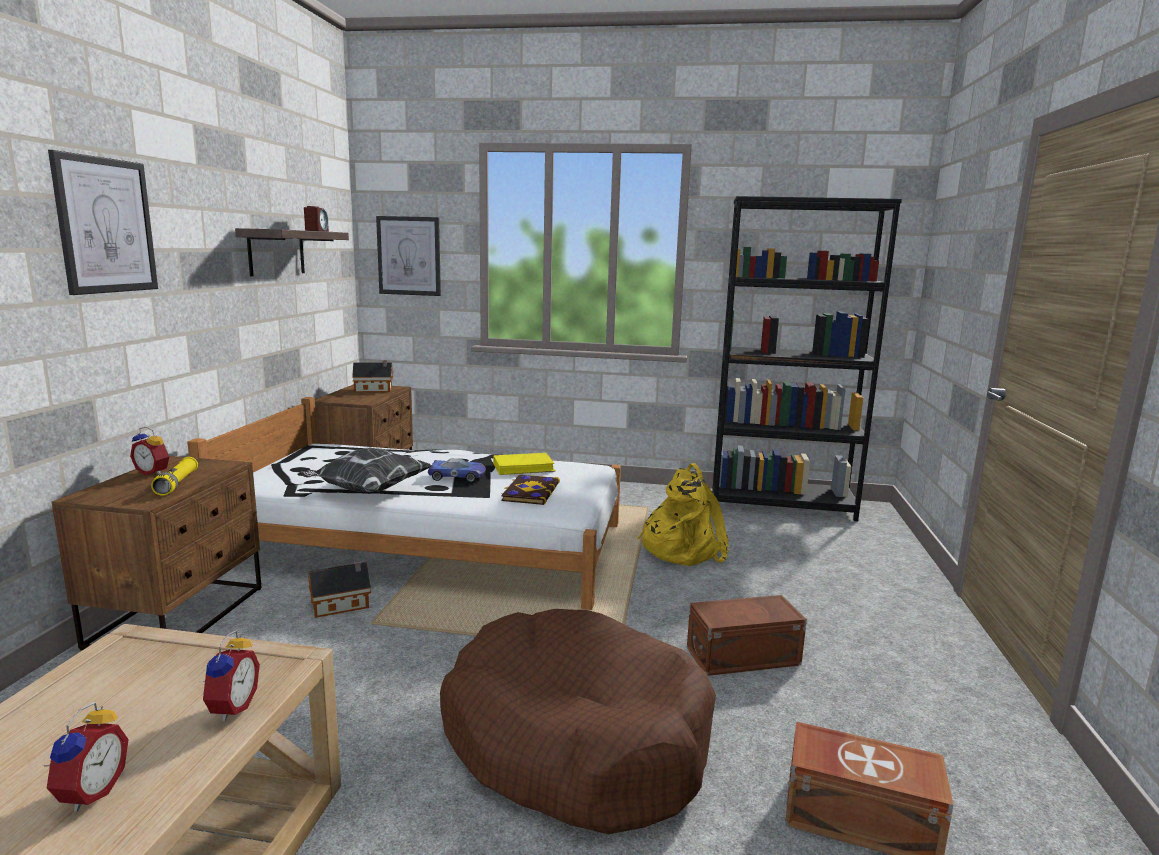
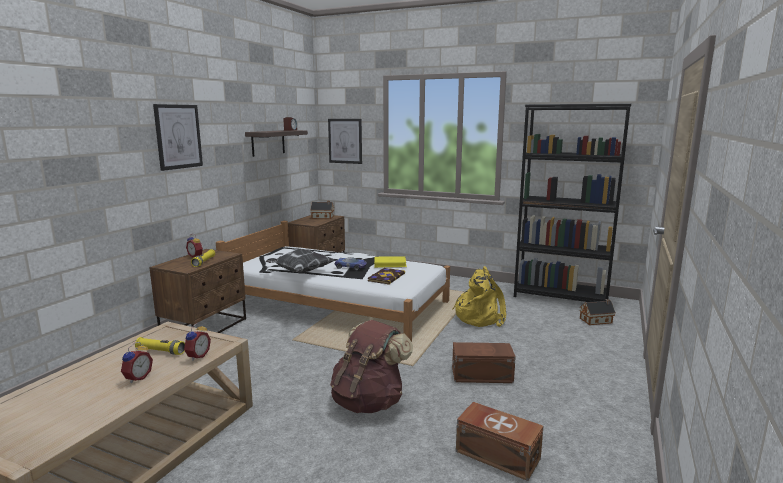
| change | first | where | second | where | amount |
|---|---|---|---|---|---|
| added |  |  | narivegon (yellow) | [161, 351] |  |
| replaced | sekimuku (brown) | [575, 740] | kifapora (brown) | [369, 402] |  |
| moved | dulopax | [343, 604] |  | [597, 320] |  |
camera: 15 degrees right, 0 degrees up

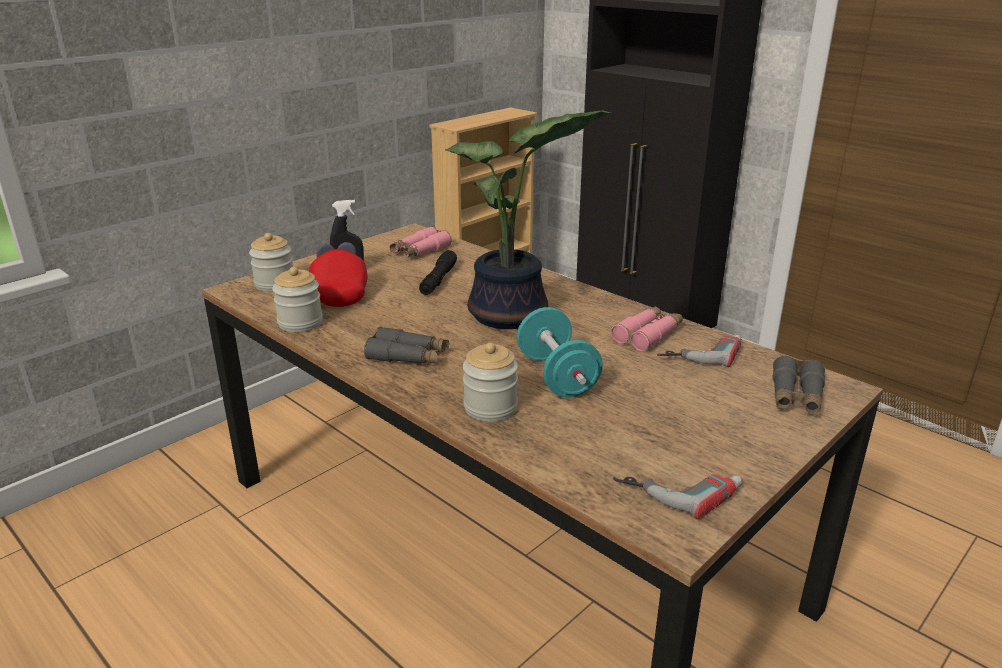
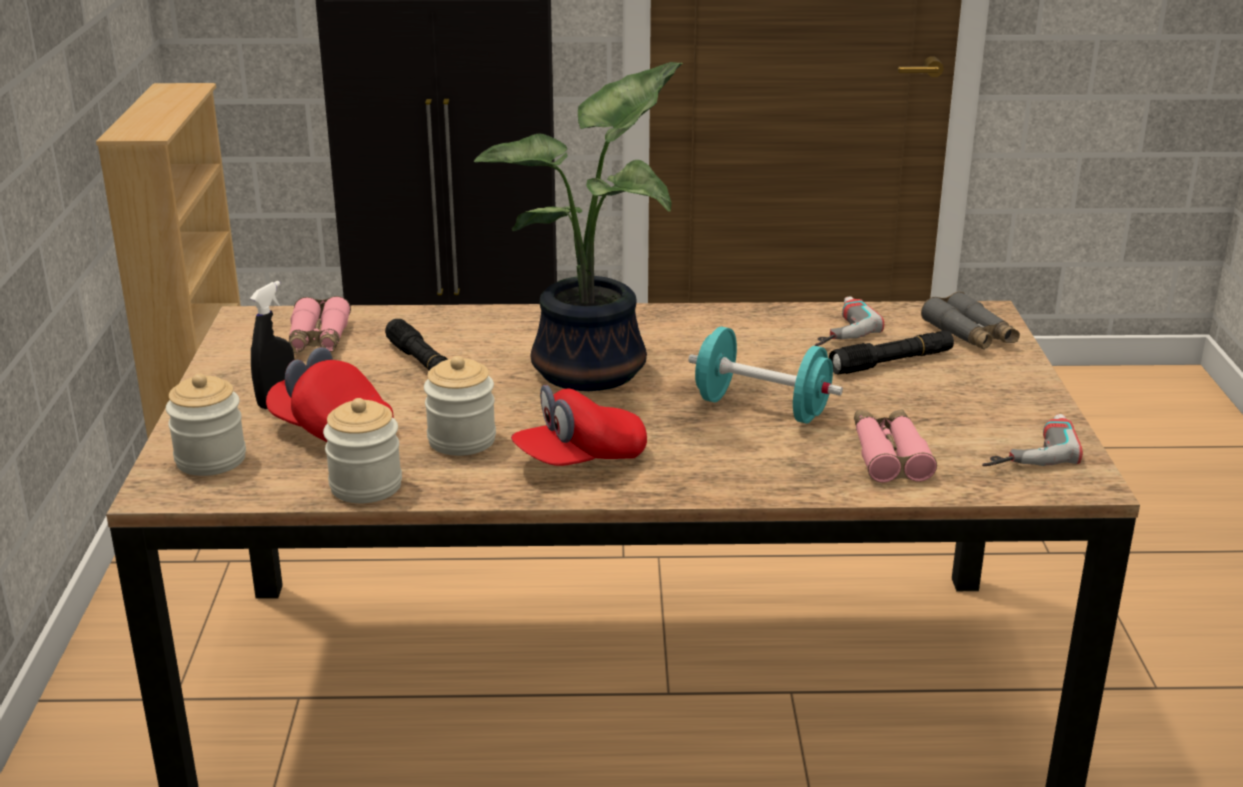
| change | first | where | second | where | amount |
|---|---|---|---|---|---|
| moved | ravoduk | [490, 408] |  | [462, 440] |  |
| replaced | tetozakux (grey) | [408, 356] | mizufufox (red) | [580, 460] |  |
| added |  |  | narivegon (black) | [891, 363] |  |
| moved | tetozakux (pink) | [648, 335] |  | [889, 455] |  |
camera: 45 degrees left, 0 degrees up

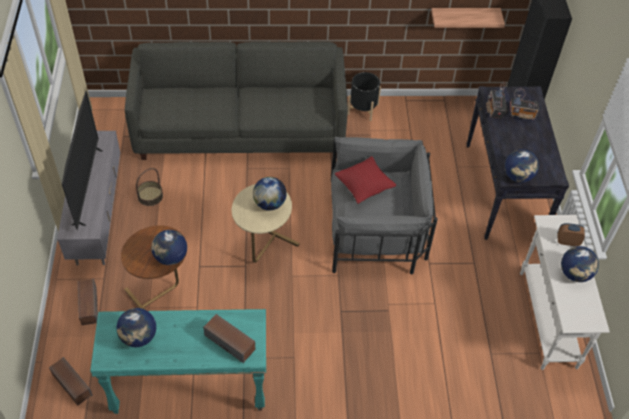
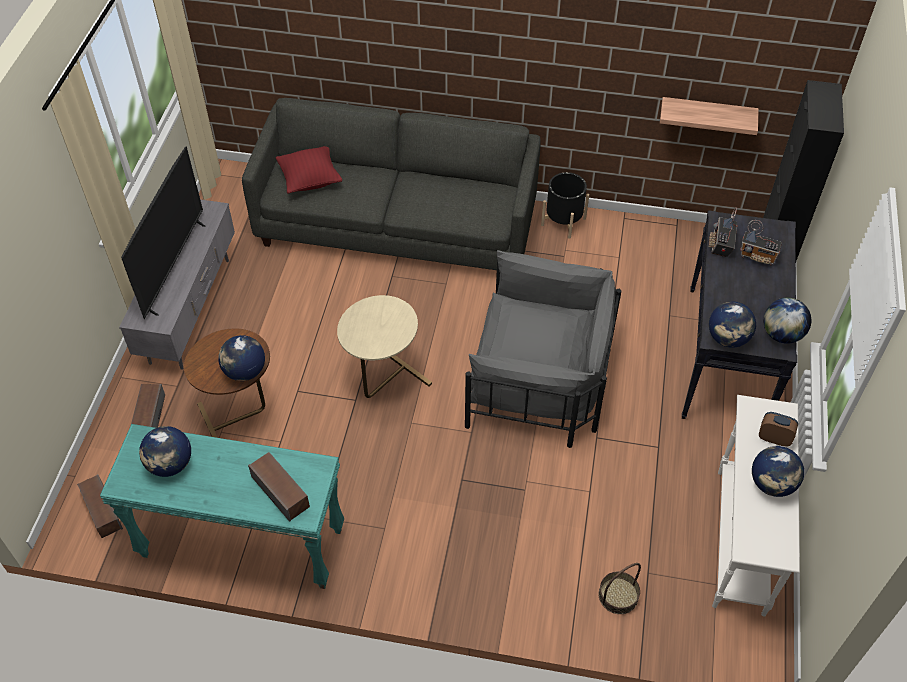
| change | first | where | second | where | amount |
|---|---|---|---|---|---|
| moved | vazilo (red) | [364, 187] |  | [310, 180] |  |
| moved | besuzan | [150, 196] |  | [618, 595] |  |
| moved | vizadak | [269, 204] |  | [781, 334] |  |
camera: 15 degrees right, 0 degrees up

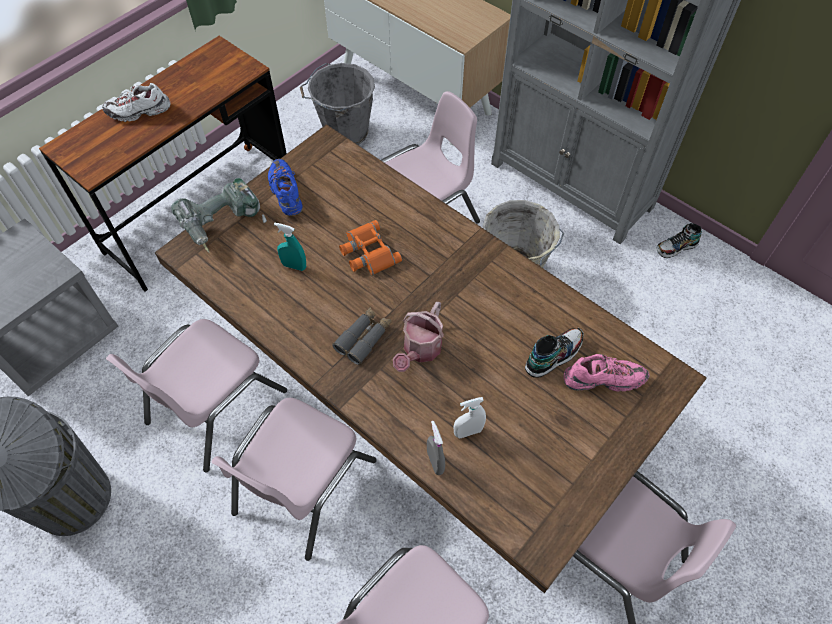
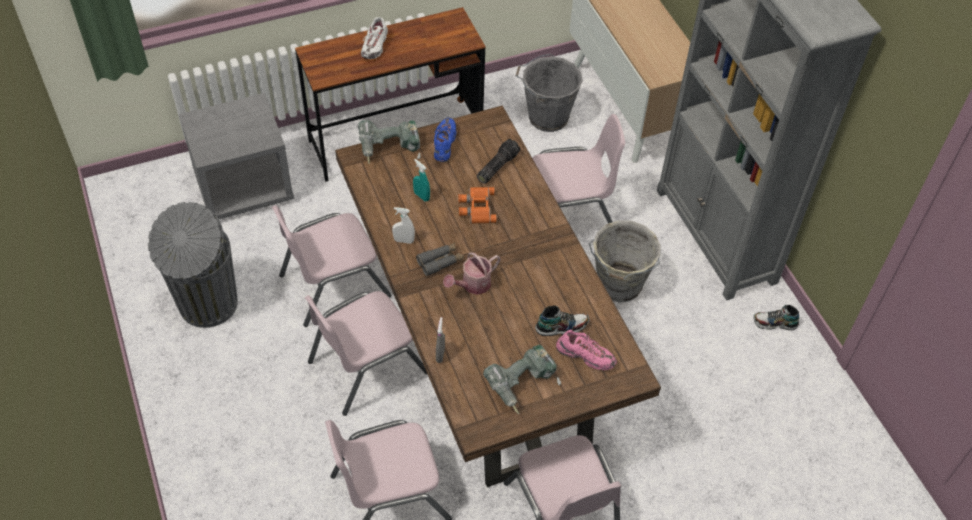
| change | first | where | second | where | amount |
|---|---|---|---|---|---|
| turned | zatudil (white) | [139, 112] |  | [375, 46] | 90 degrees counterclockwise |
| moved | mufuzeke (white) | [468, 432] |  | [404, 241] |  |
| added |  |  | narivegon | [497, 166] |  |
| added |  |  | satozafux | [523, 386] |  |
camera: 25 degrees right, 5 degrees down

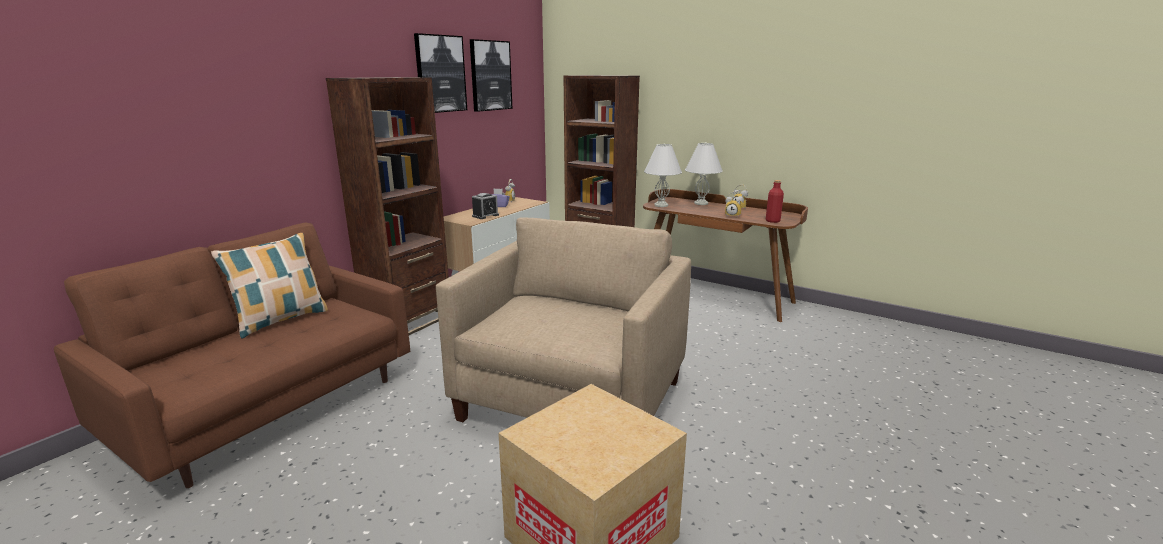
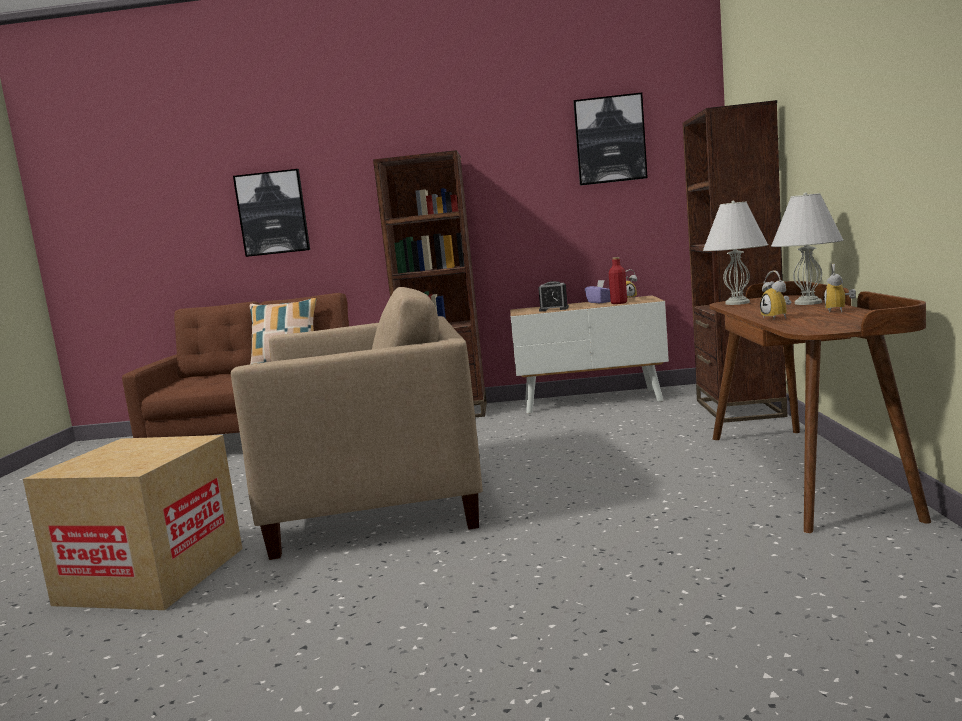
| change | first | where | second | where | amount |
|---|---|---|---|---|---|
| moved | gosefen | [440, 74] |  | [272, 213] |  |
| moved | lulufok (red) | [772, 221] |  | [619, 303] |  |
camera: 60 degrees right, 10 degrees down

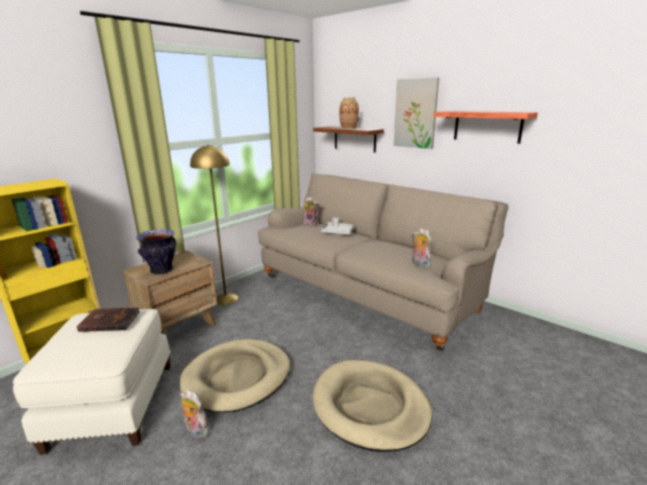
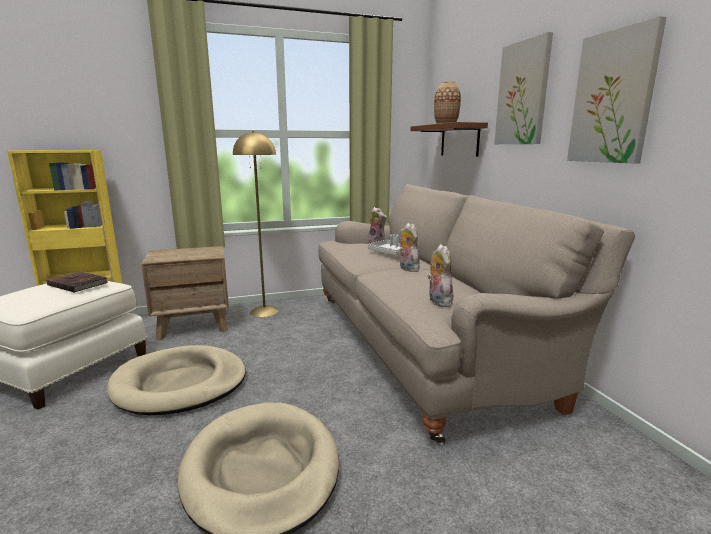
| change | first | where | second | where | amount |
|---|---|---|---|---|---|
| moved | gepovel | [196, 431] |  | [407, 269] |  |
| replaced | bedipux | [487, 126] | gosefen | [613, 98] |  |
| removed | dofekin | [162, 270] |  |  |  |
camera: 30 degrees right, 5 degrees down

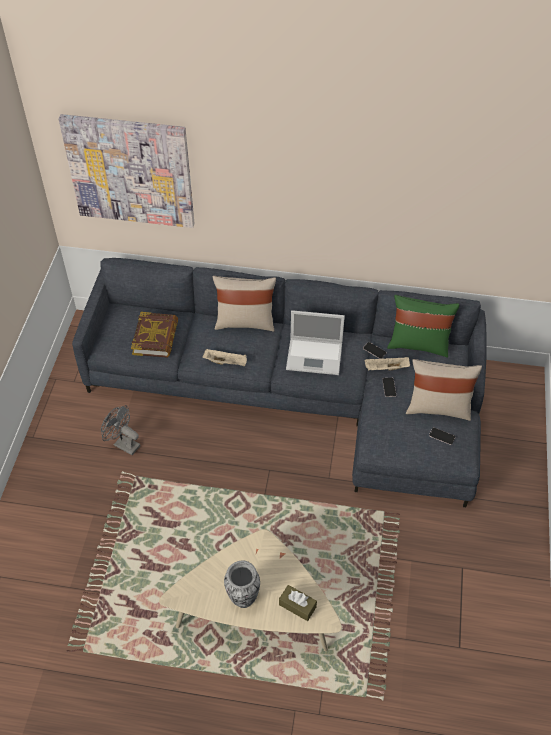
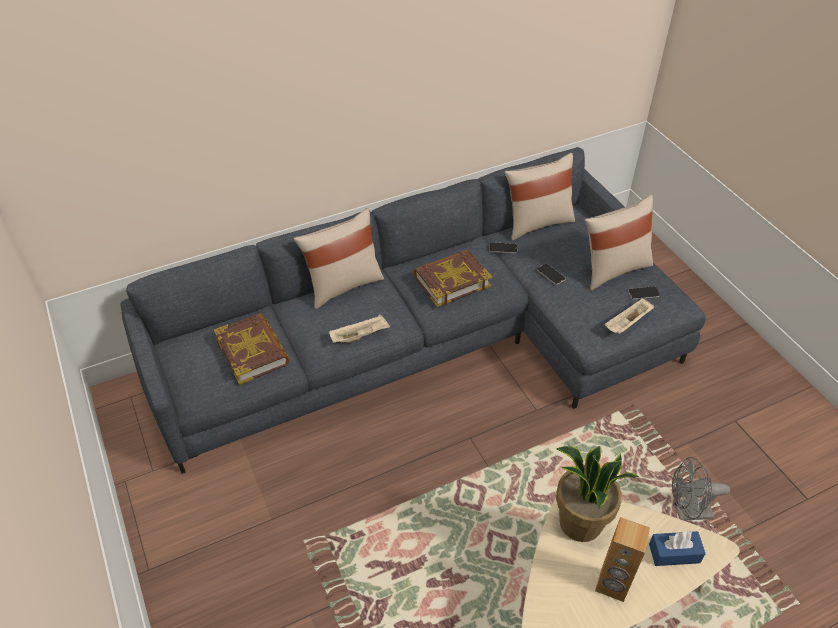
| change | first | where | second | where | amount |
|---|---|---|---|---|---|
| replaced | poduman | [315, 356] | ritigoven | [451, 281] |  |
| recoloured | vazilo (green) | [418, 344] | vazilo (beige) | [537, 223] |  |
| added |  |  | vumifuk | [580, 523] |  |
| replaced | dofekin | [243, 598] | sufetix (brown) | [612, 585] |  |
| moved | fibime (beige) | [386, 368] |  | [627, 323] |  |
| recoloured | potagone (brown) | [297, 606] | potagone (blue) | [674, 553] |  |
| moved | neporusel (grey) | [123, 444] |  | [687, 512] |  |
| removed | gosefen | [130, 171] |  |  |  |
camera: 35 degrees left, 5 degrees down

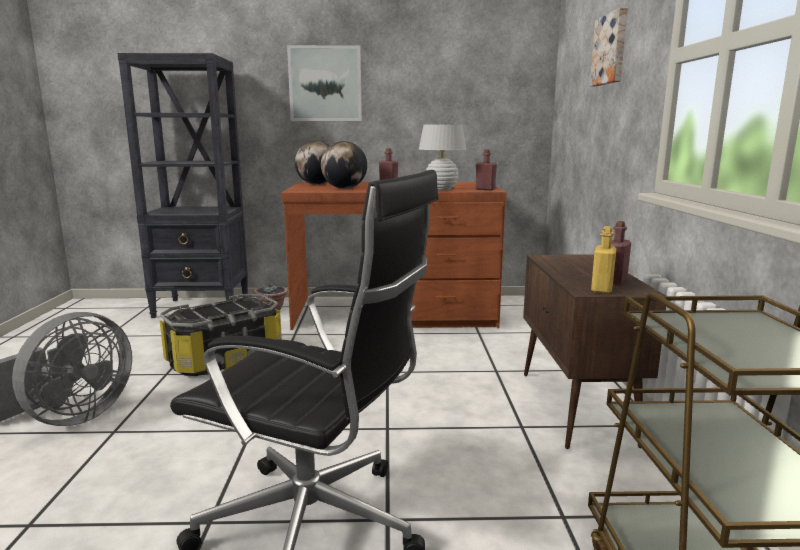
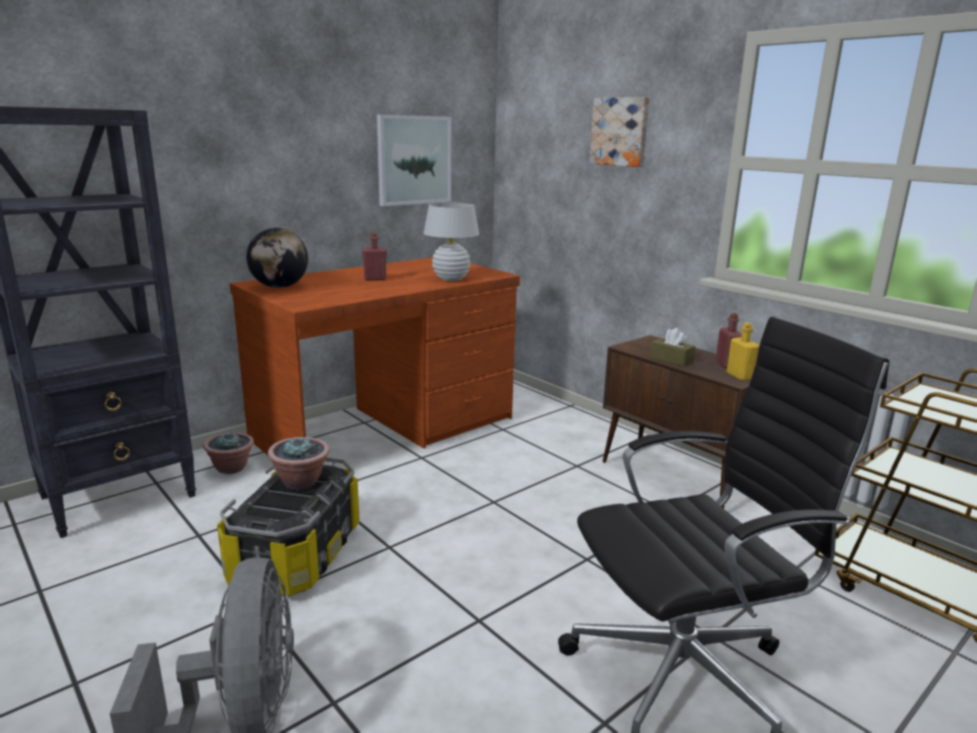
| change | first | where | second | where | amount |
|---|---|---|---|---|---|
| added |  |  | vumifuk | [301, 482] |  |
| moved | gosefen | [325, 84] |  | [414, 160] |  |
| added |  |  | potagone (brown) | [671, 359] |  |
| removed | vizadak | [344, 188] |  |  |  |
| removed | lulufok (red) | [485, 189] |  |  |  |
camera: 40 degrees left, 5 degrees up

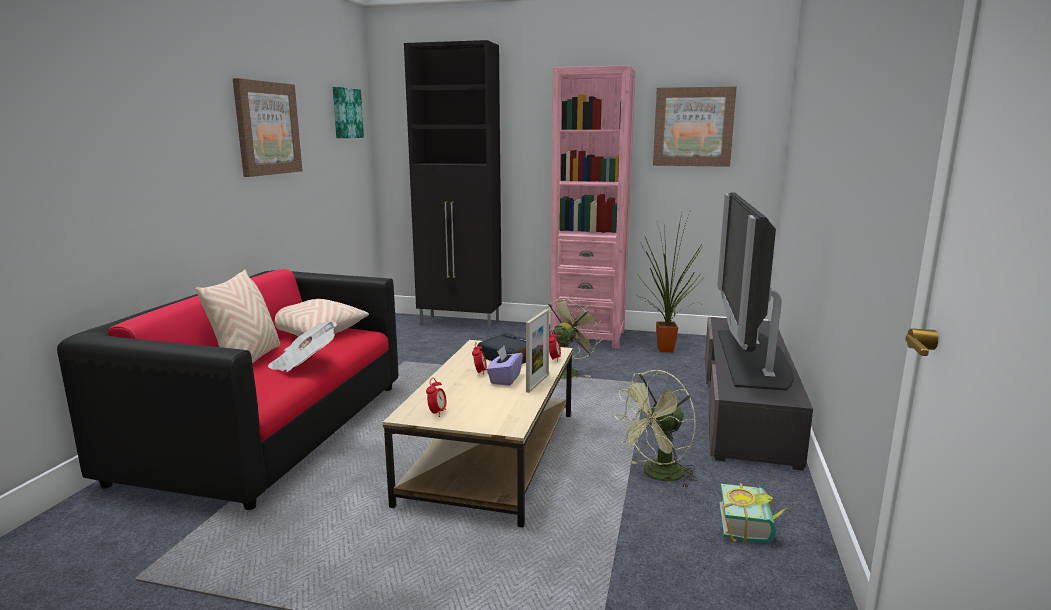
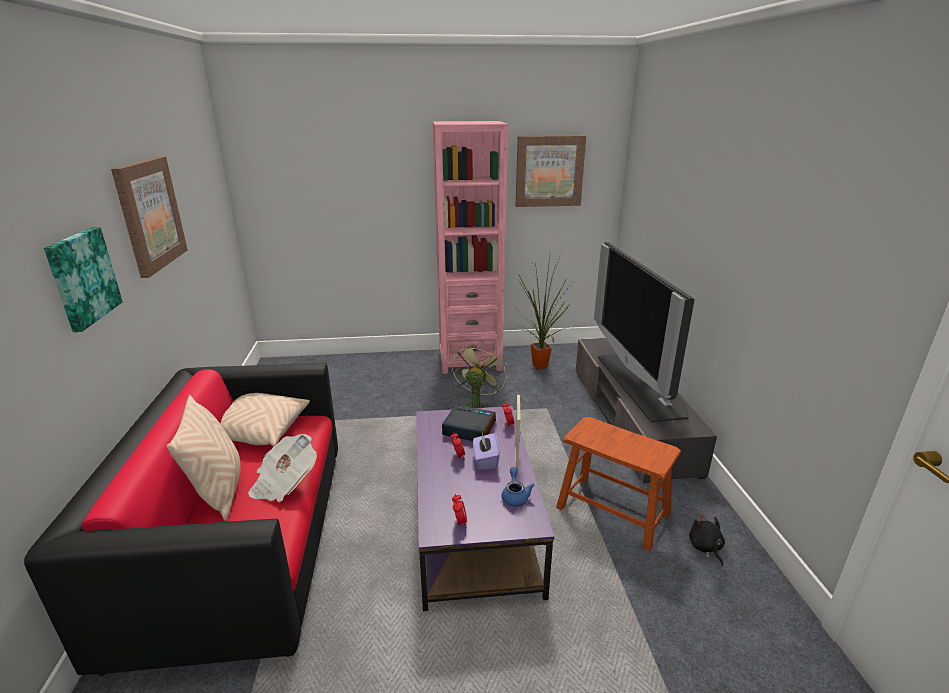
| change | first | where | second | where | amount |
|---|---|---|---|---|---|
| moved | gosefen | [346, 113] |  | [82, 277] |  |
| recoloured | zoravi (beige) | [492, 455] | zoravi (purple) | [473, 521] |  |
| added |  |  | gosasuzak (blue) | [515, 496] |  |
| replaced | neporusel (green) | [657, 475] | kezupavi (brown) | [613, 510] |  |
| replaced | ritigoven | [752, 527] | gepovel (black) | [705, 548] |  |
| removed | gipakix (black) | [460, 323] |  |  |  |
camera: 20 degrees left, 10 degrees up

